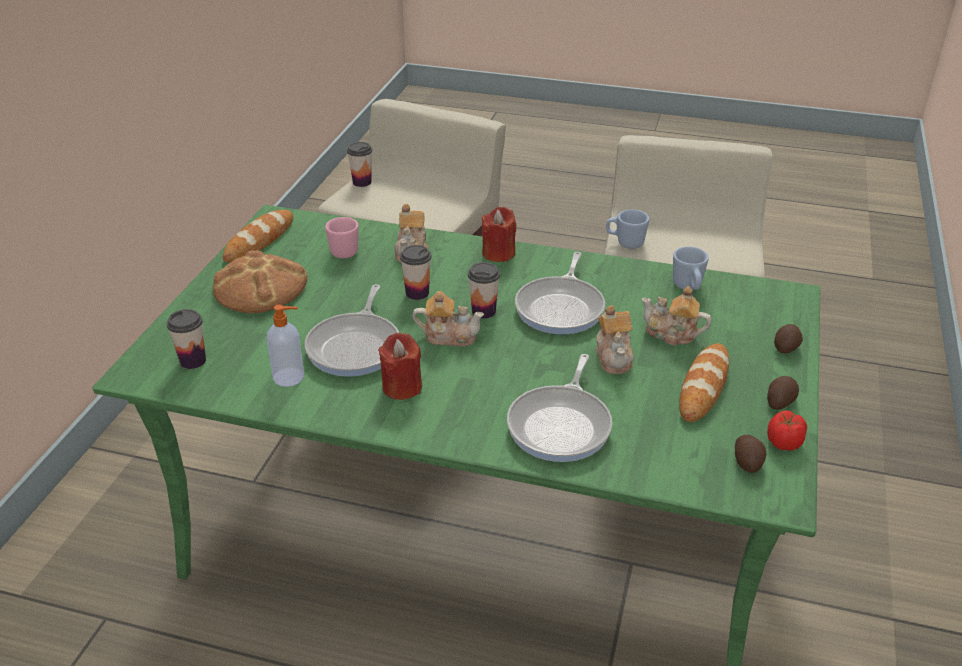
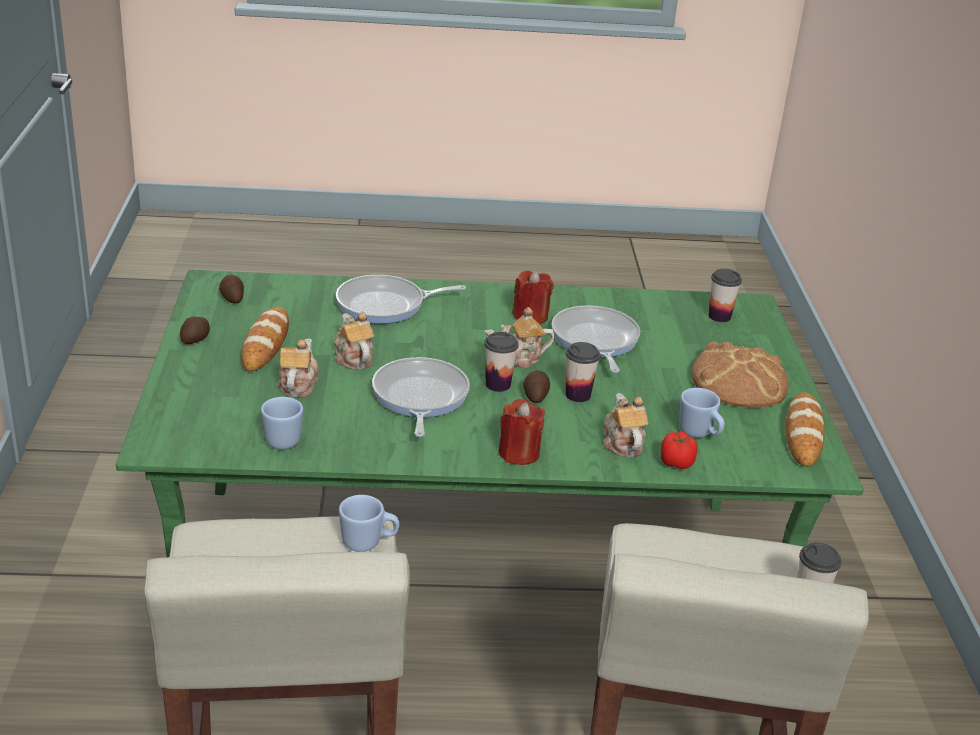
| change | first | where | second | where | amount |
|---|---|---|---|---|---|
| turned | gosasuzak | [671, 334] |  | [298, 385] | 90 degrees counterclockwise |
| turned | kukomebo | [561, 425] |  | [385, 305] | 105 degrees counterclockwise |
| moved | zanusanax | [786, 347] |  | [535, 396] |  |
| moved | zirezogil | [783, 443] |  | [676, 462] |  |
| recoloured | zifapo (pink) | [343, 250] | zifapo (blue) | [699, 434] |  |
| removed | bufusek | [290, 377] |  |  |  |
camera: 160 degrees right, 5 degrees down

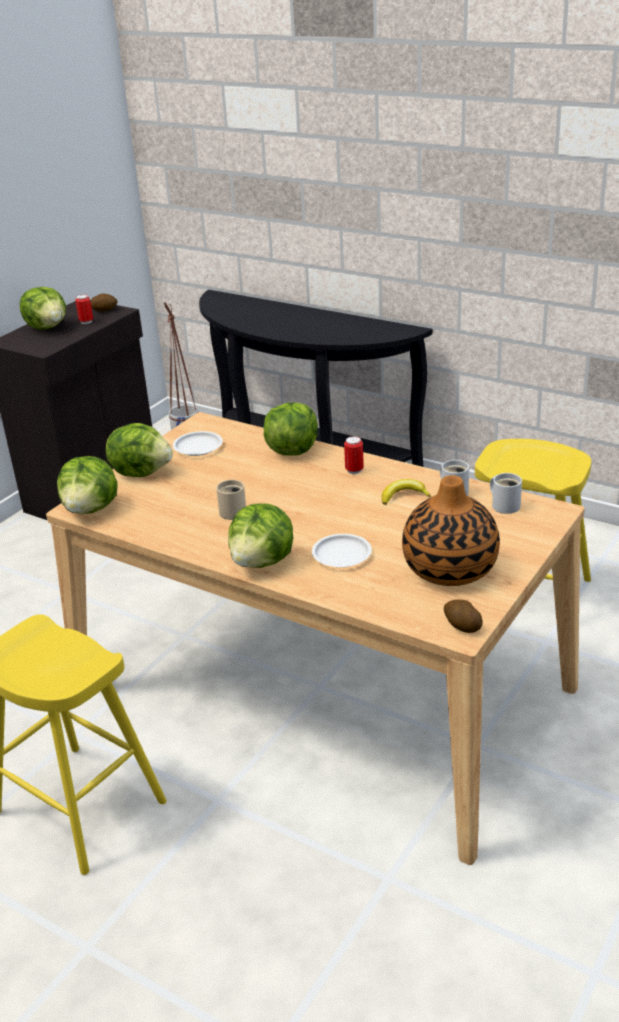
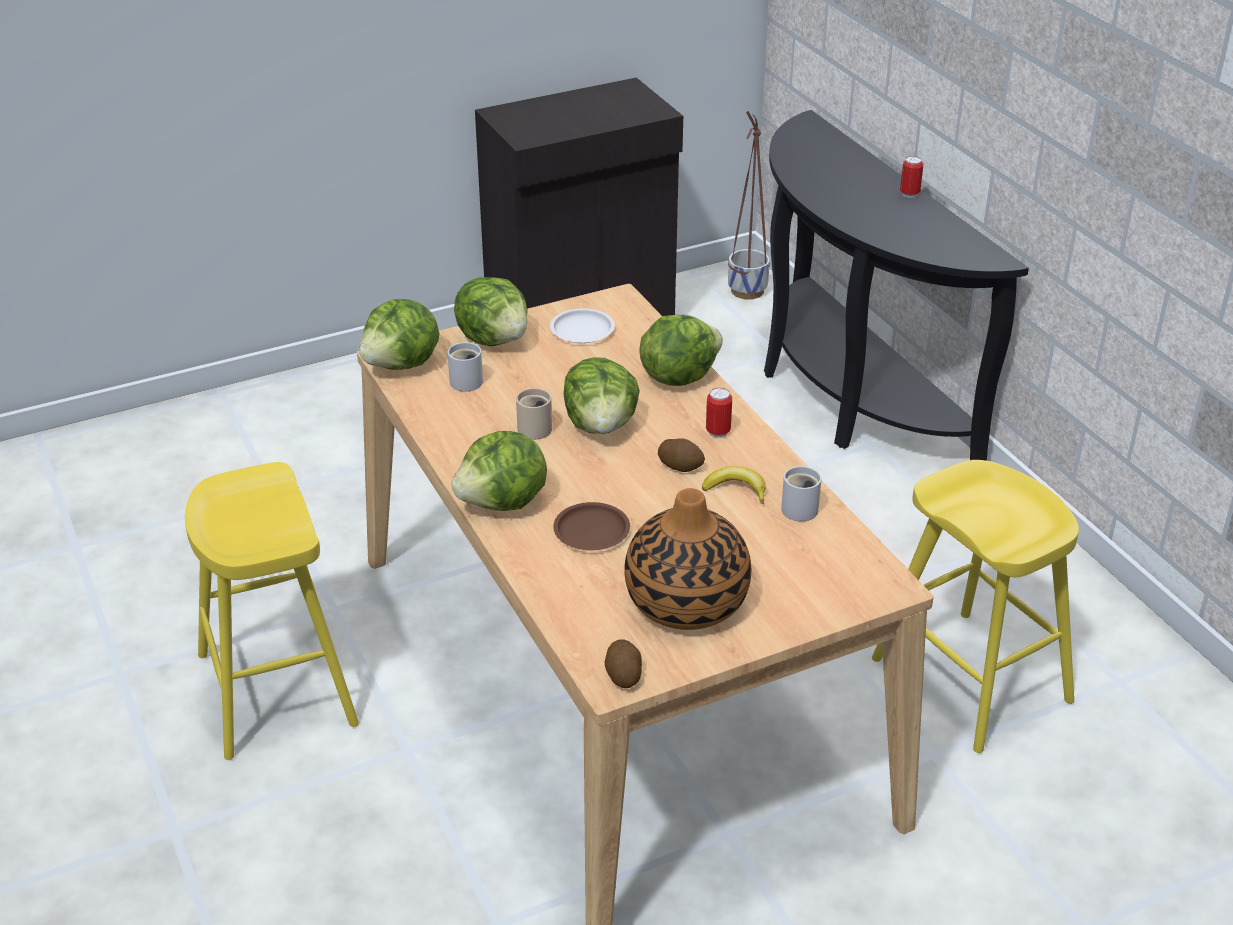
| change | first | where | second | where | amount |
|---|---|---|---|---|---|
| moved | zifapo (white) | [505, 505] |  | [468, 380] |  |
| recoloured | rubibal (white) | [341, 555] | rubibal (brown) | [591, 532] |  |
| moved | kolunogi | [48, 327] |  | [601, 425] |  |
| moved | zanusanax | [105, 310] |  | [681, 466] |  |
| moved | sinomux | [86, 322] |  | [909, 194] |  |
camera: 30 degrees right, 5 degrees up

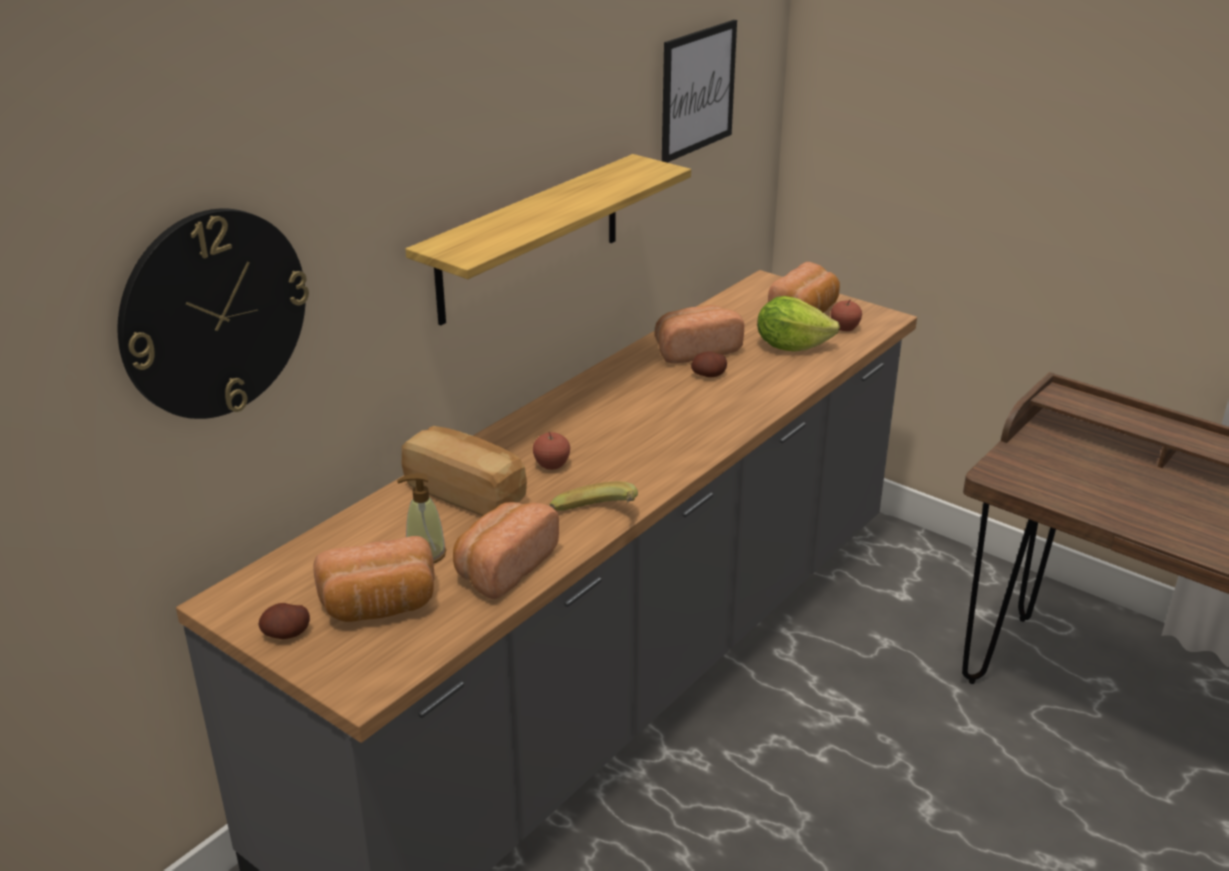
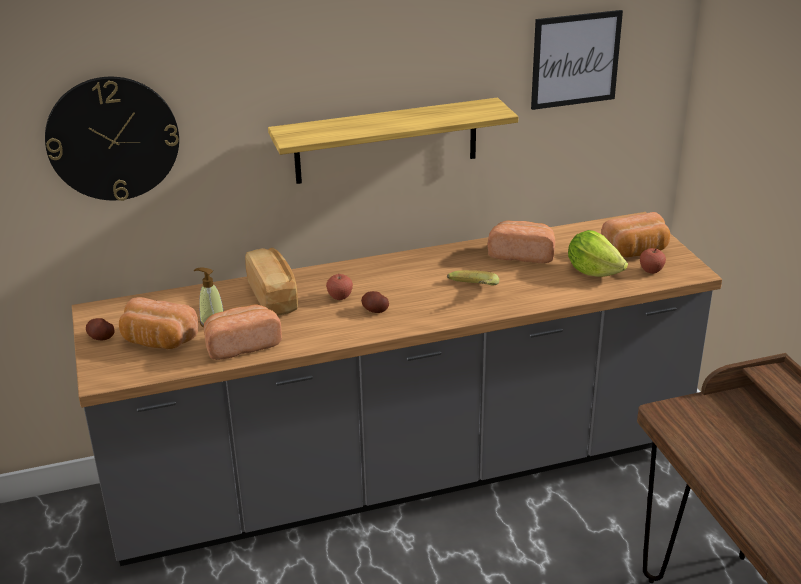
| change | first | where | second | where | amount |
|---|---|---|---|---|---|
| moved | zanusanax | [709, 375] |  | [375, 310] |  |
| moved | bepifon | [597, 519] |  | [471, 292] |  |
camera: 35 degrees right, 0 degrees up

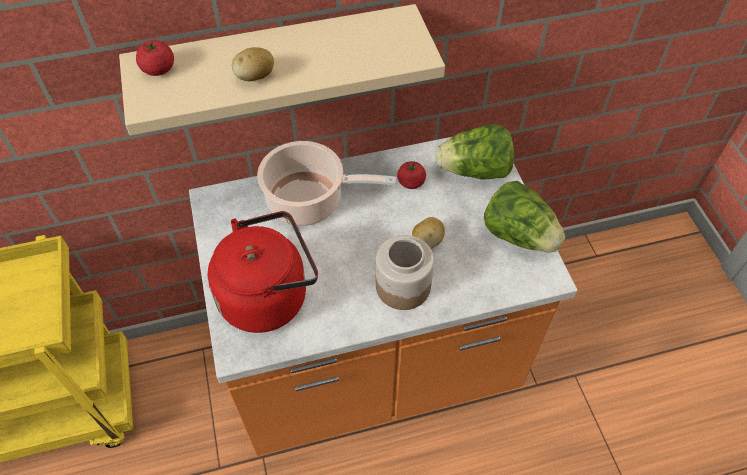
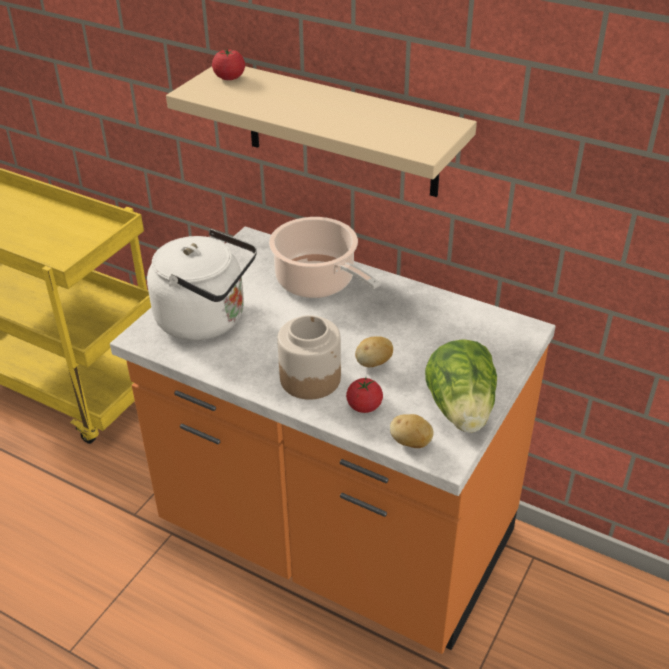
| change | first | where | second | where | amount |
|---|---|---|---|---|---|
| recoloured | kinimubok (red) | [269, 295] | kinimubok (white) | [207, 320] |  |
| moved | zirezogil | [411, 182] |  | [364, 406] |  |
| moved | zanusanax | [255, 77] |  | [411, 443] |  |
| removed | kolunogi | [474, 171] |  |  |  |
camera: 45 degrees right, 15 degrees down

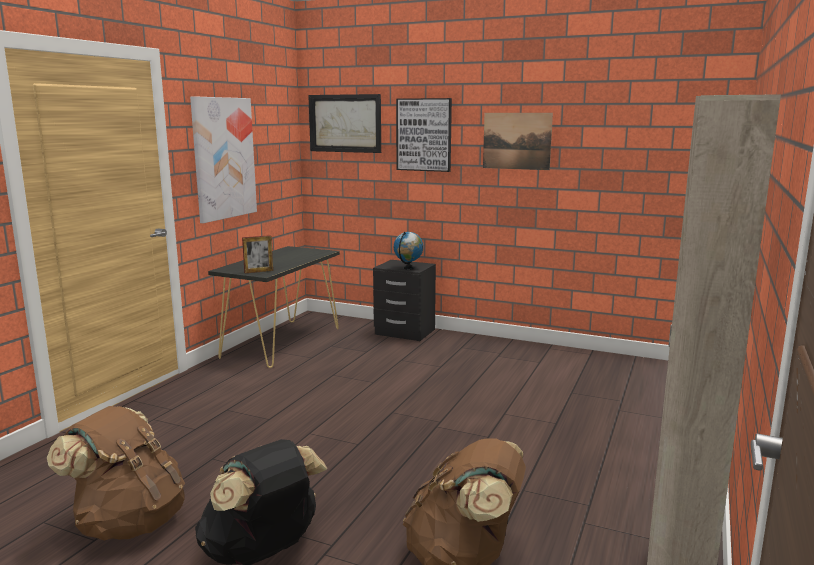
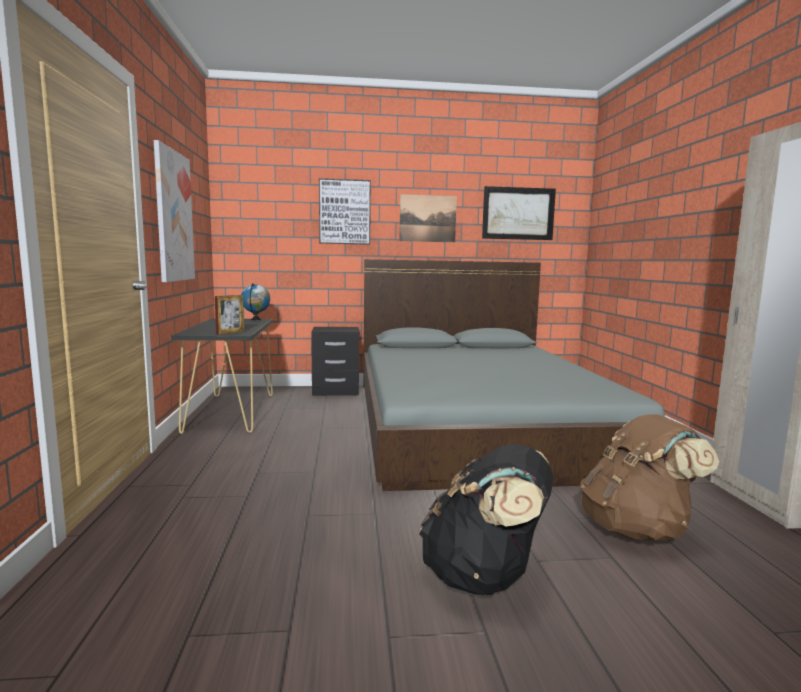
| change | first | where | second | where | amount |
|---|---|---|---|---|---|
| moved | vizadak | [408, 268] |  | [256, 319] |  |
| added |  |  | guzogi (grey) | [478, 422] |  |
| moved | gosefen | [345, 123] |  | [518, 213] |  |
| removed | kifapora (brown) | [129, 522] |  |  |  |
camera: 30 degrees left, 5 degrees down

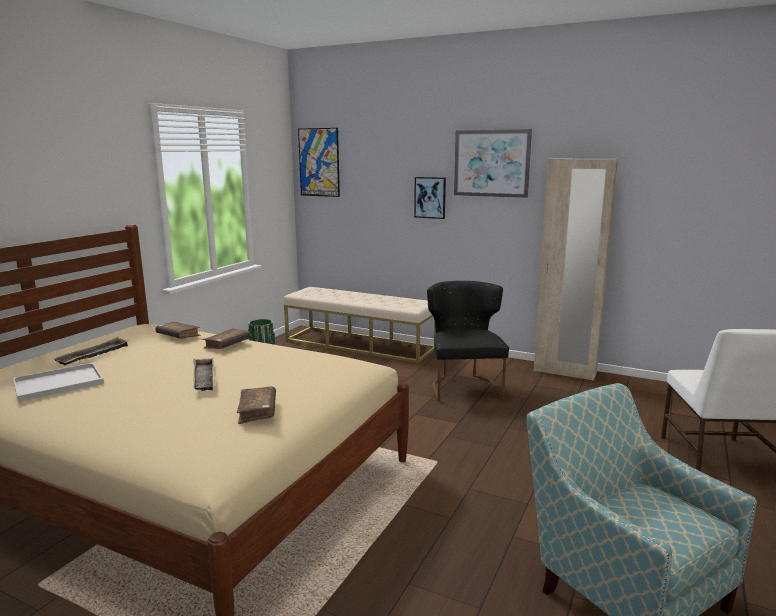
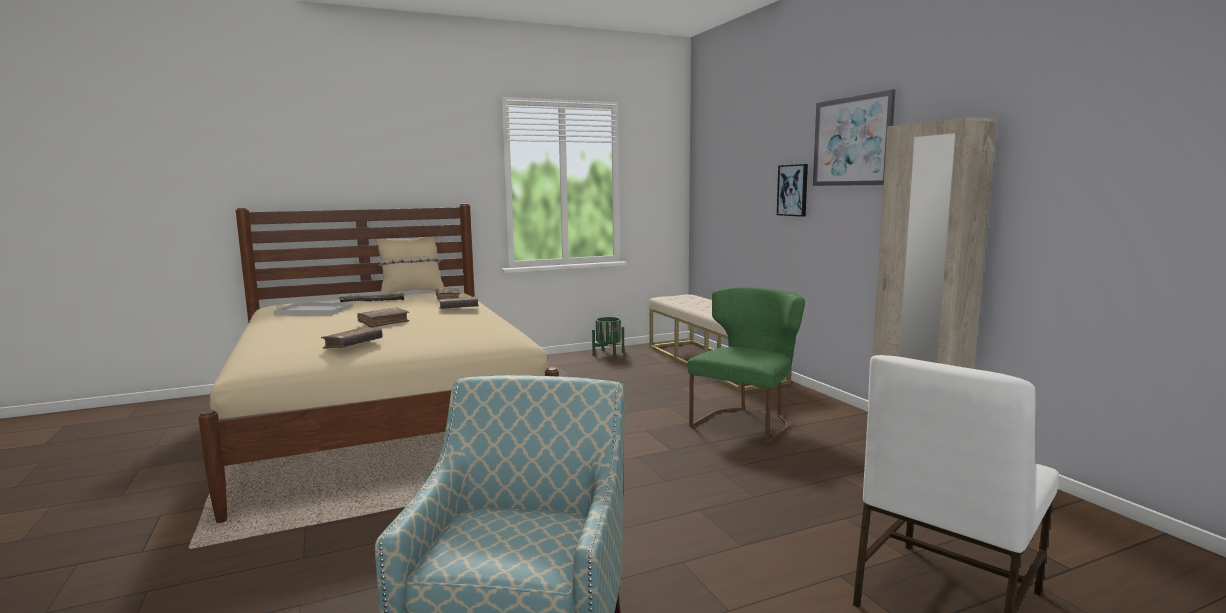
| change | first | where | second | where | amount |
|---|---|---|---|---|---|
| replaced | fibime | [204, 378] | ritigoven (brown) | [383, 323] |  |
| added |  |  | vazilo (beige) | [412, 293] |  |
| recoloured | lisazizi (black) | [464, 386] | lisazizi (green) | [746, 422] |  |
| removed | gosefen | [319, 162] |  |  |  |
camera: 40 degrees right, 5 degrees down

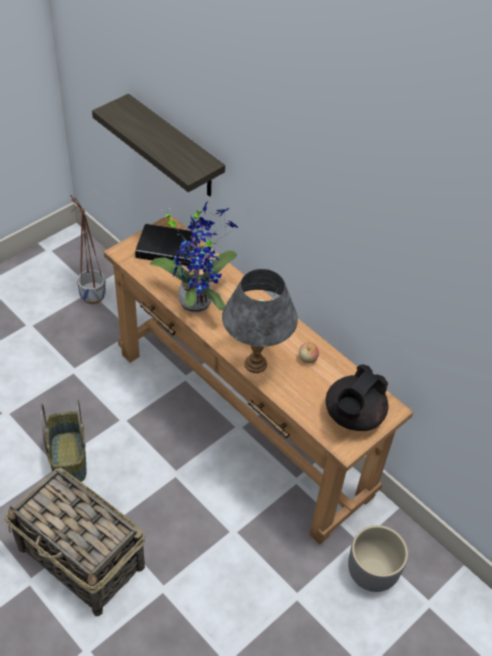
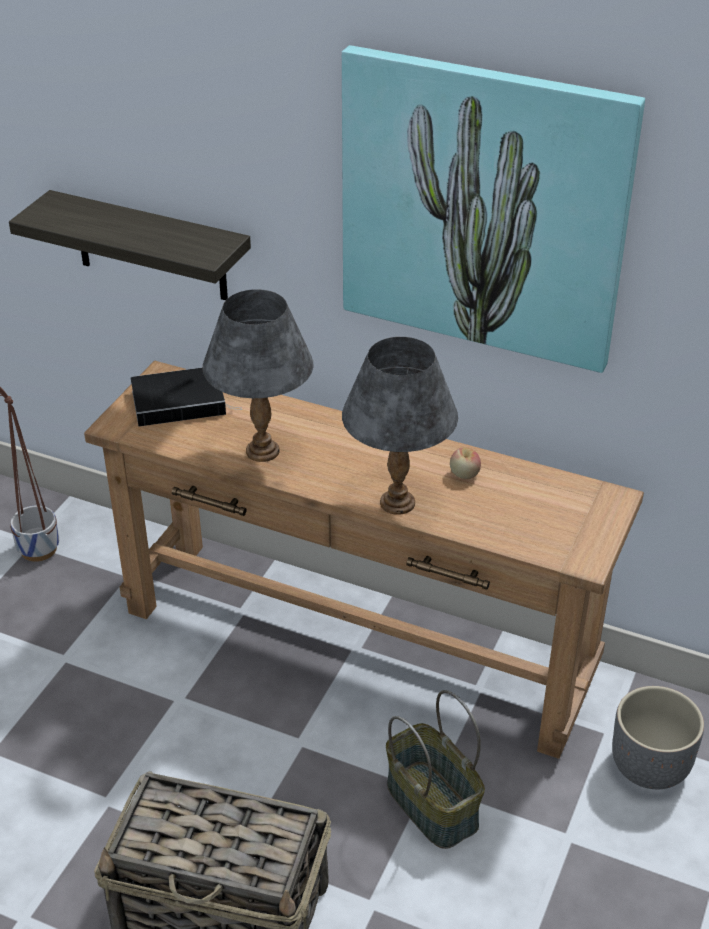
| change | first | where | second | where | amount |
|---|---|---|---|---|---|
| replaced | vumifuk | [197, 299] | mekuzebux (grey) | [263, 450] |  |
| added |  |  | gosefen | [483, 208] |  |
| moved | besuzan | [69, 458] |  | [434, 805] |  |
| removed | gosasuzak (black) | [353, 416] |  |  |  |
camera: 20 degrees left, 10 degrees down

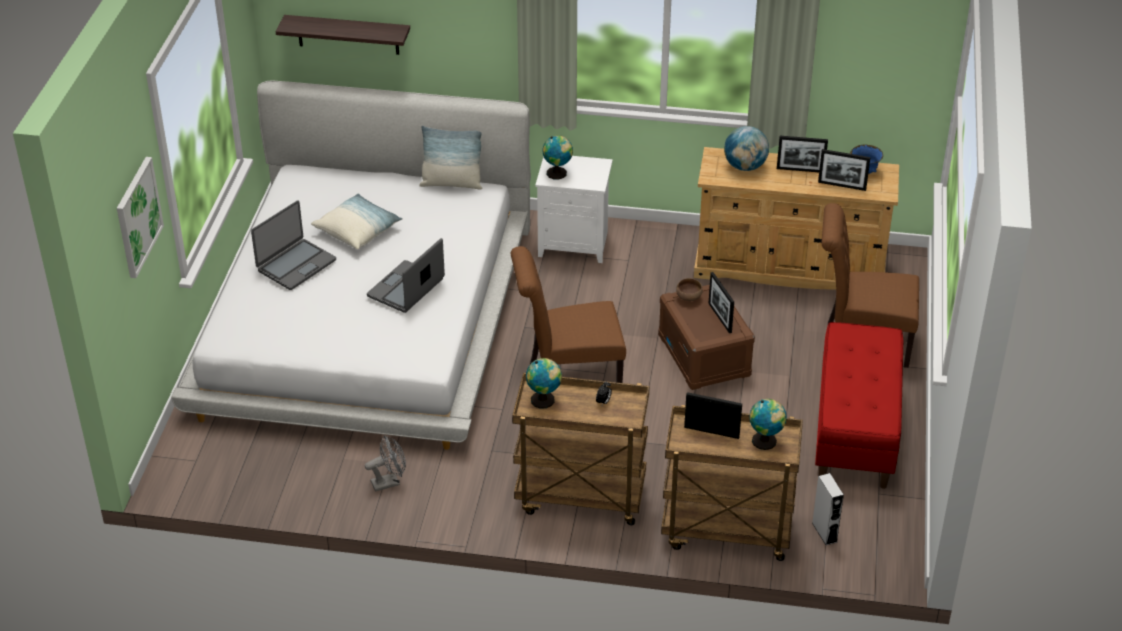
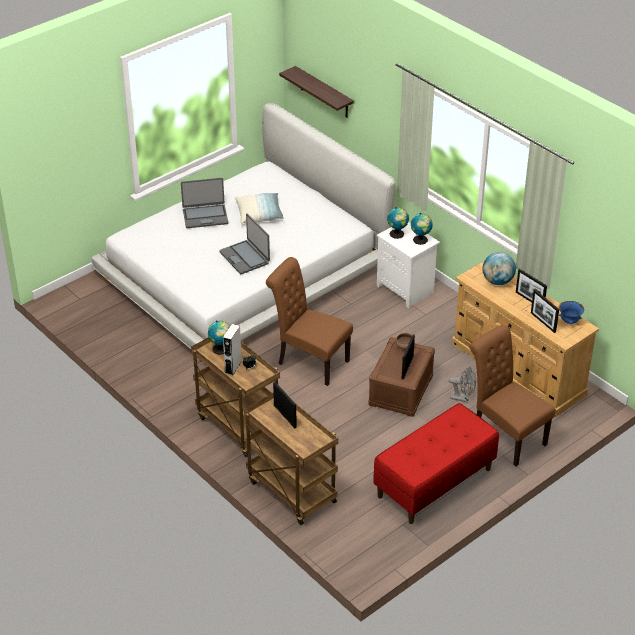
| change | first | where | second | where | amount |
|---|---|---|---|---|---|
| turned | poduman | [406, 288] |  | [245, 257] | 105 degrees counterclockwise |
| moved | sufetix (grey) | [824, 532] |  | [233, 367] |  |
| moved | vizadak | [766, 441] |  | [420, 240] |  |
| moved | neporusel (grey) | [389, 482] |  | [463, 398] |  |
| removed | gosefen | [138, 217] |  |  |  |
| removed | vazilo | [452, 183] |  |  |  |
camera: 40 degrees right, 0 degrees up

